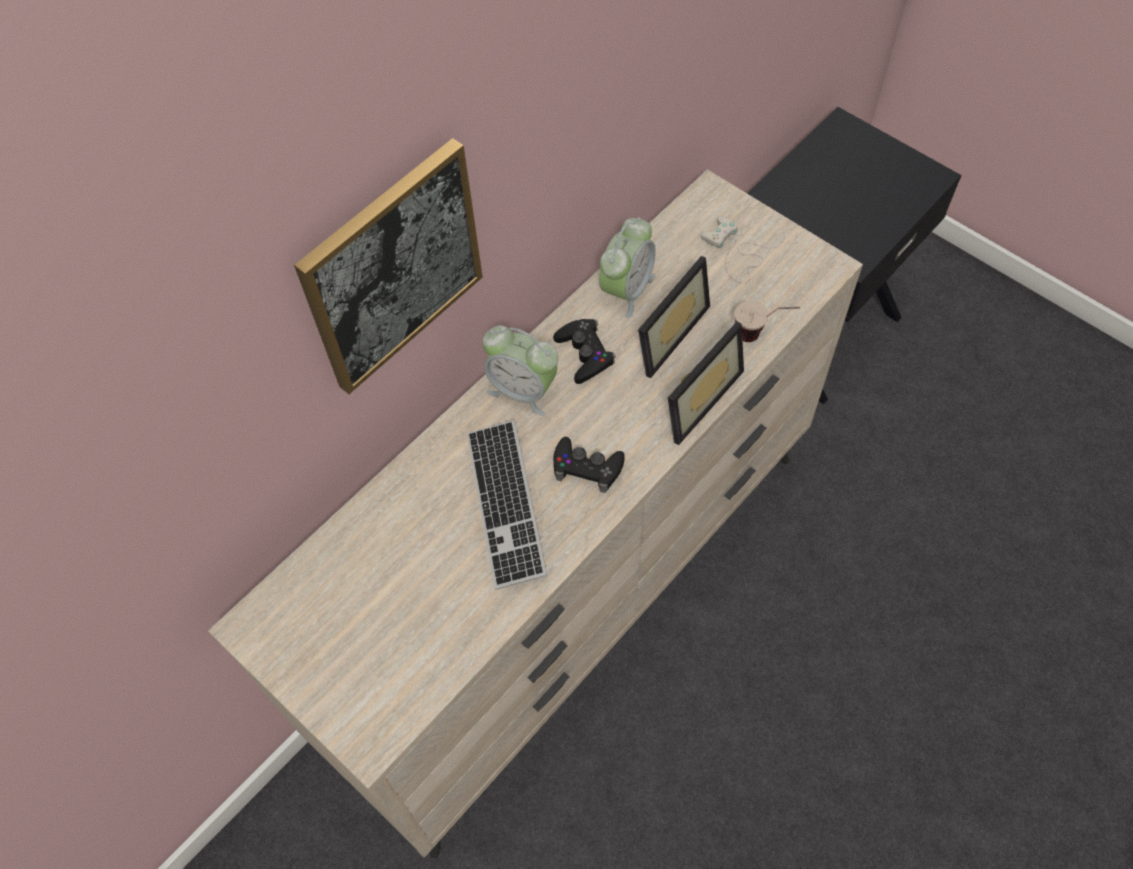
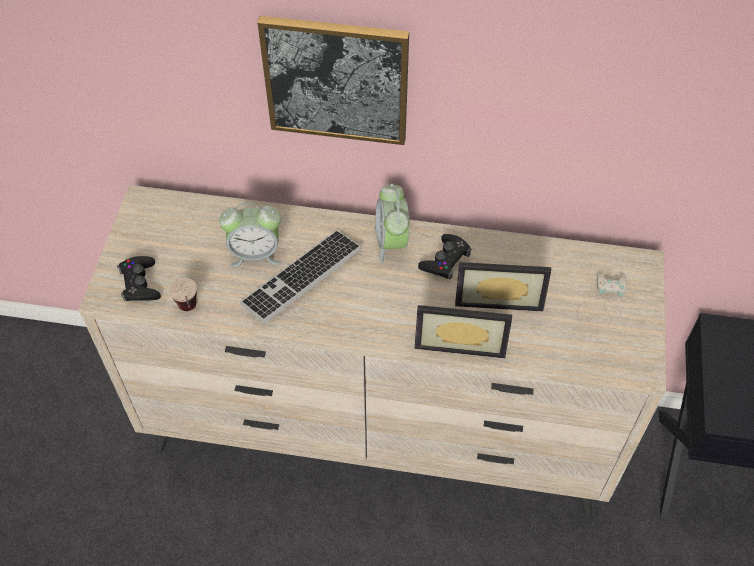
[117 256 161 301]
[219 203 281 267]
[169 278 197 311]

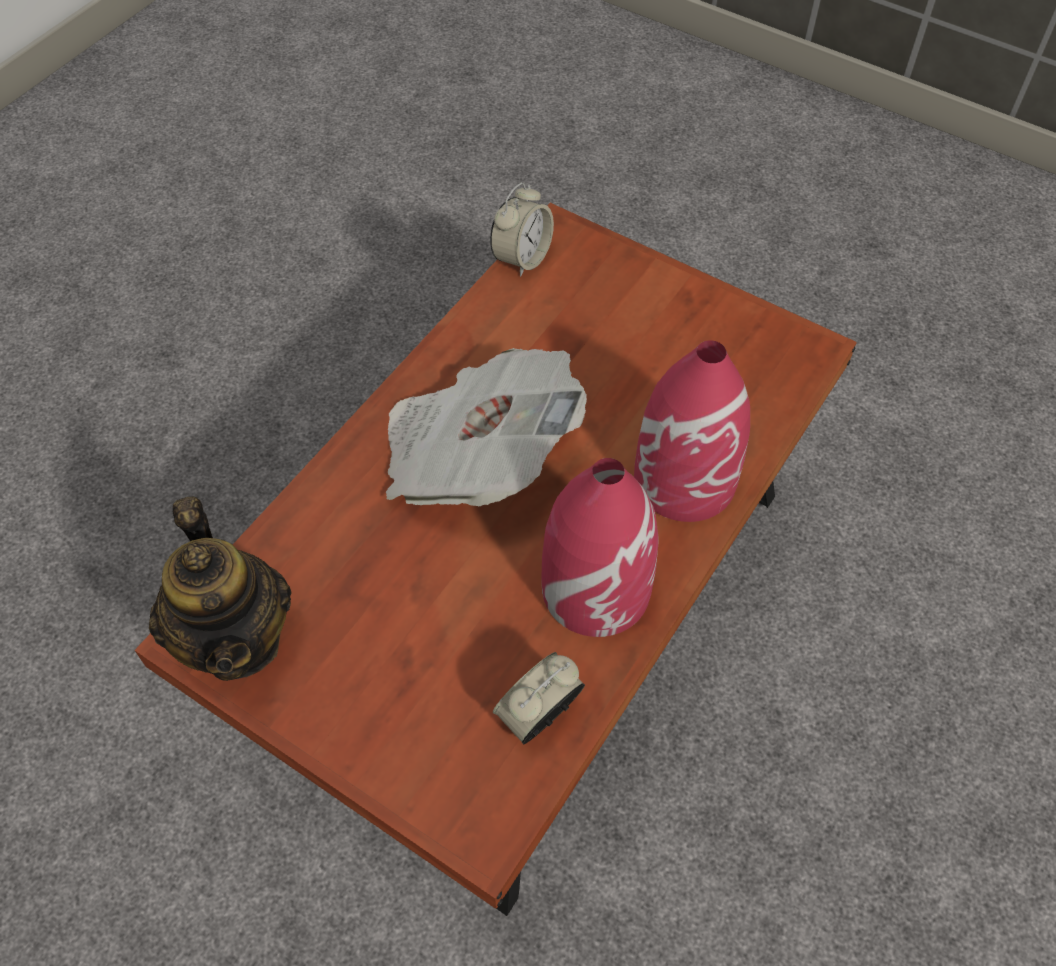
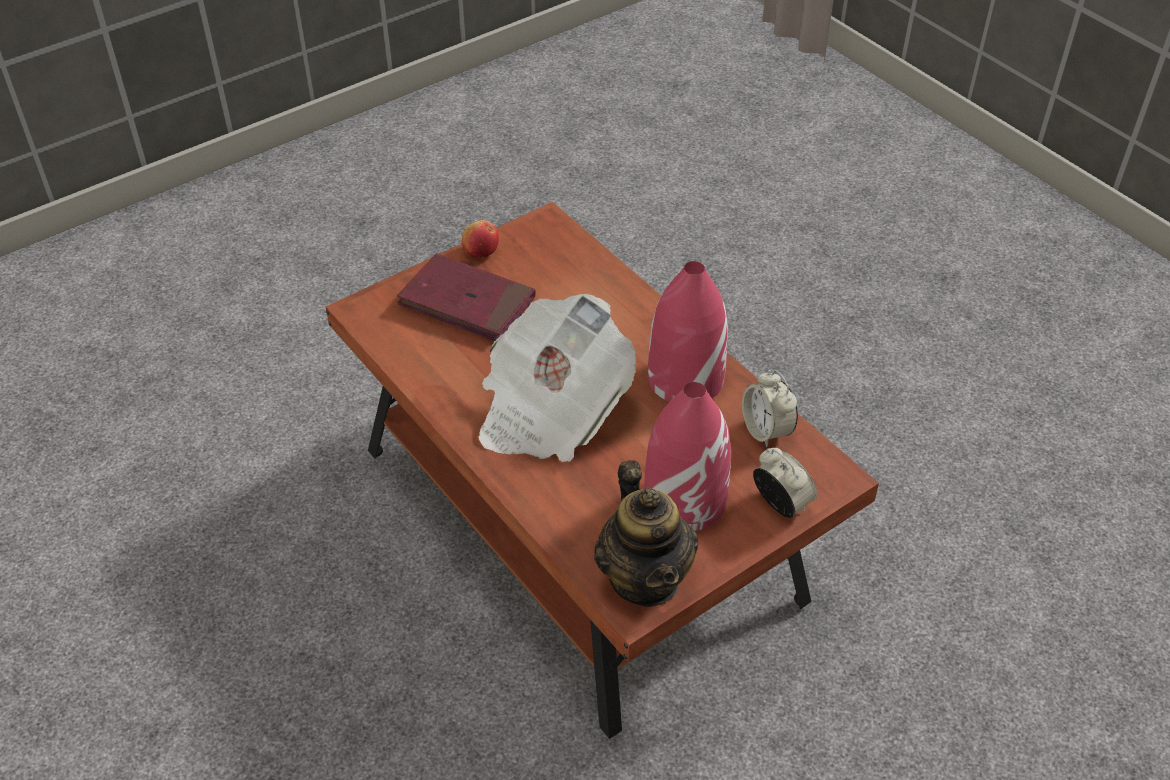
[594 460 698 607]
[753 448 817 518]
[644 382 731 531]
[397 253 535 341]
[462 220 499 258]

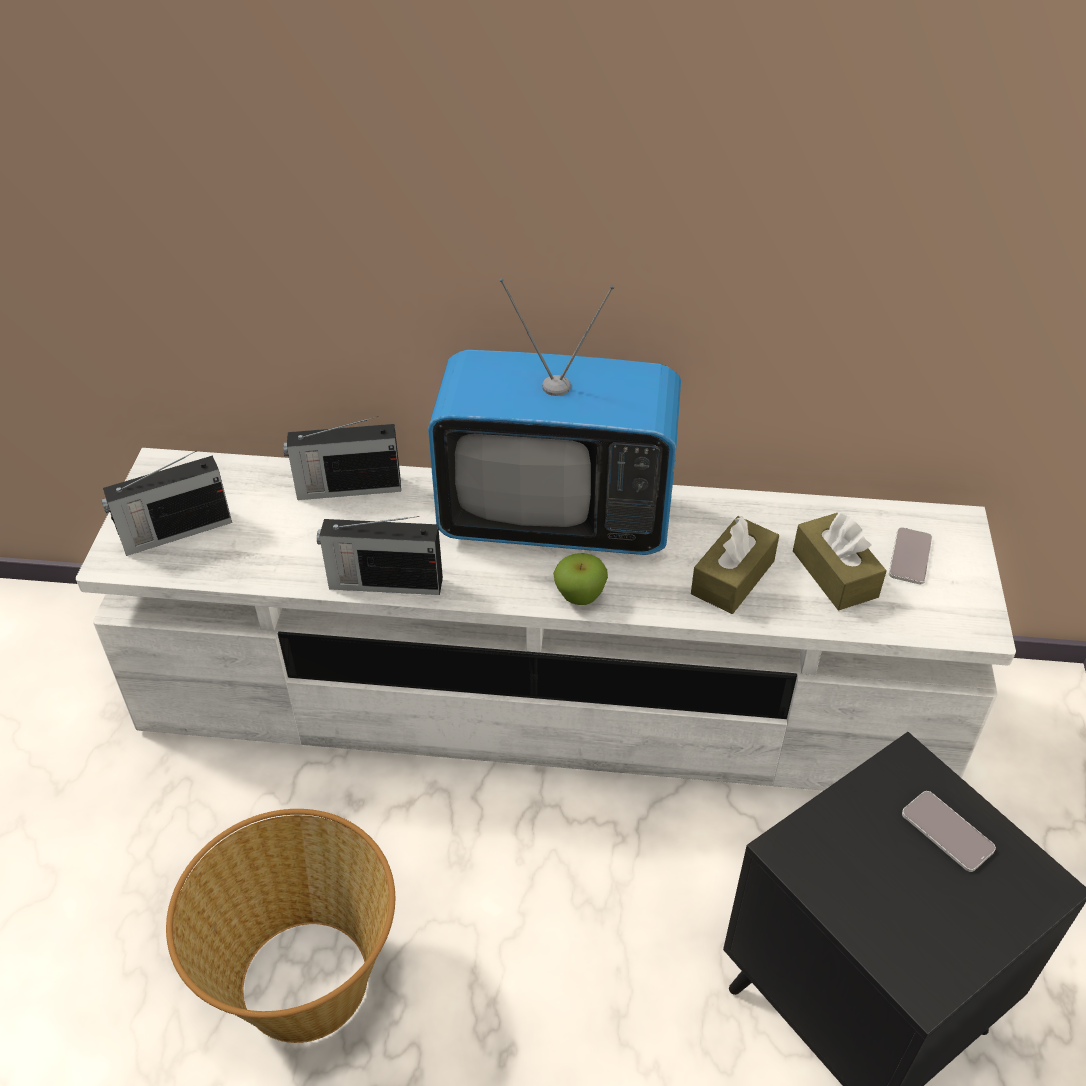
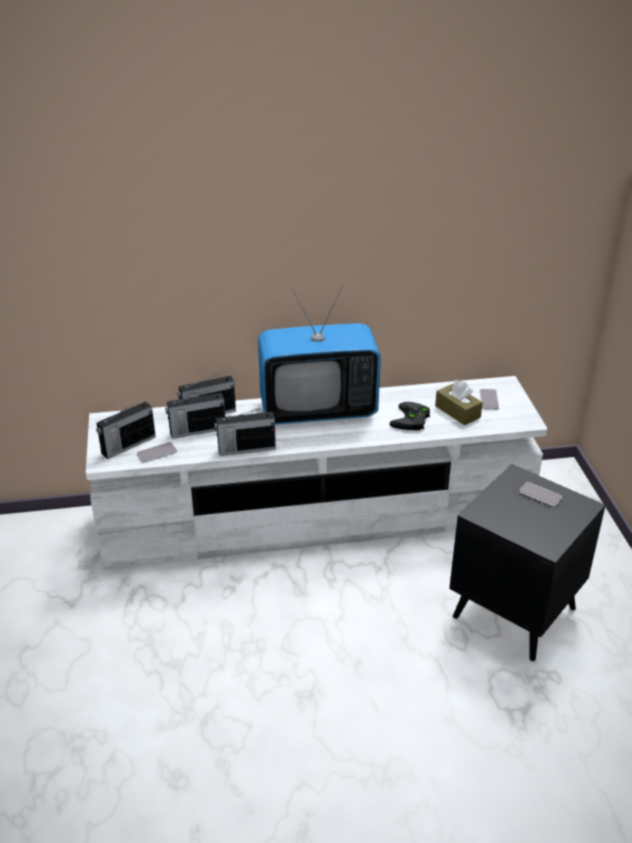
[166 809 395 1043] (first image)
[553 553 608 605] (first image)
[390 402 430 430]
[137 442 177 463]
[165 388 225 439]

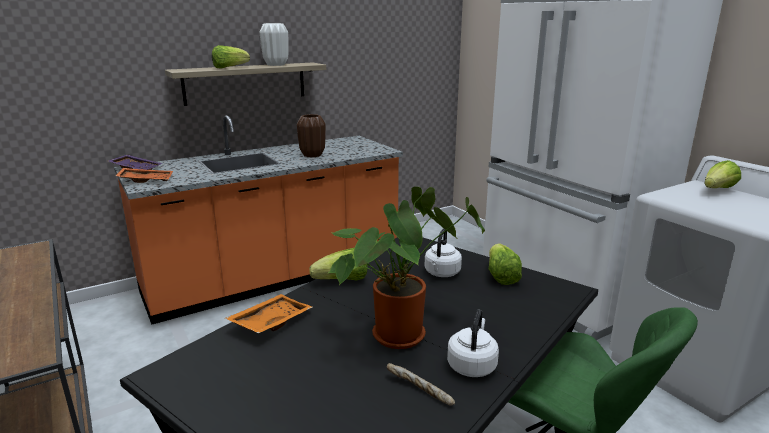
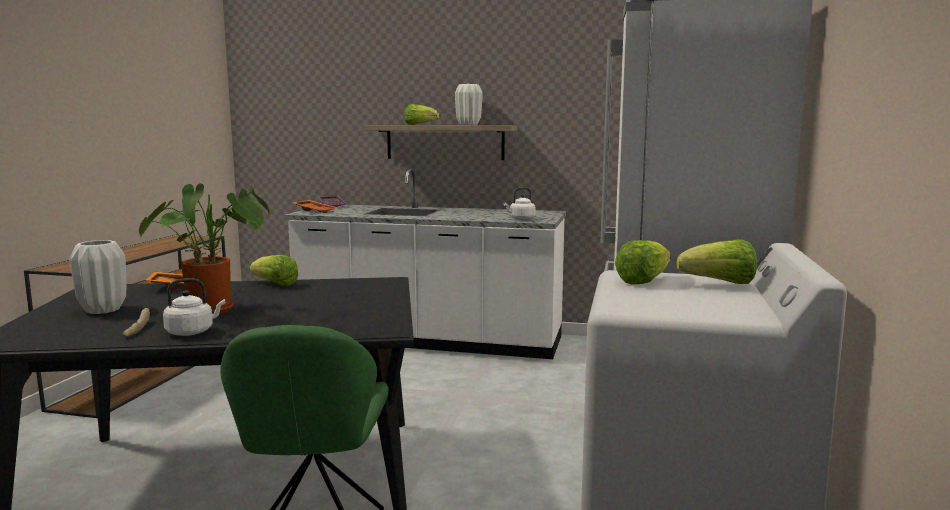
[284 169 566 359]
[297 114 326 158] (first image)
[504 187 535 220]
[615 240 670 285]
[69 240 126 314]

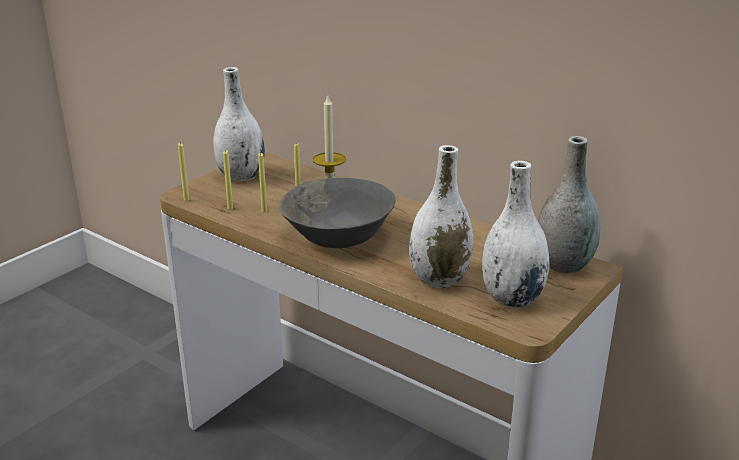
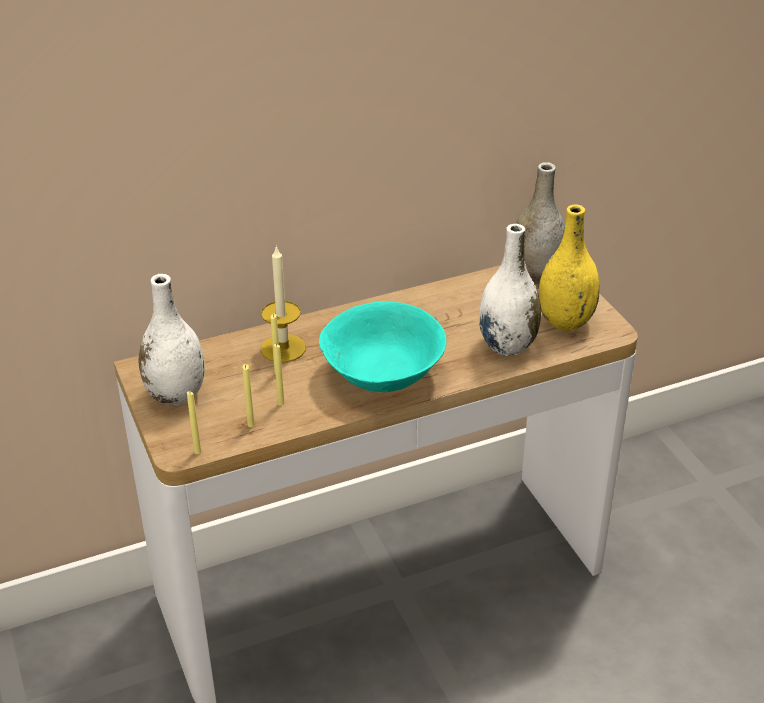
[319 302 446 392]
[539 204 600 331]

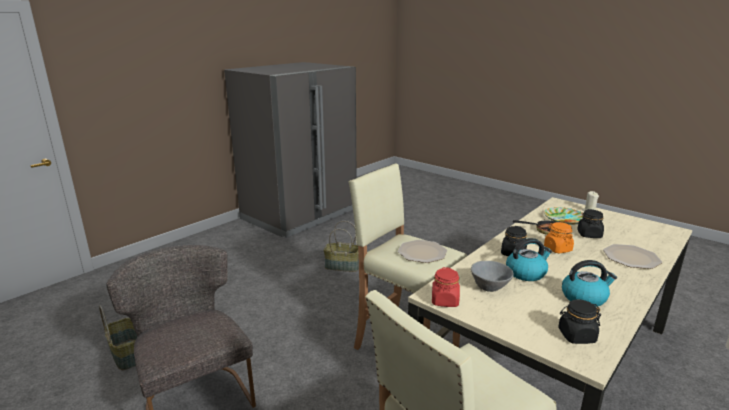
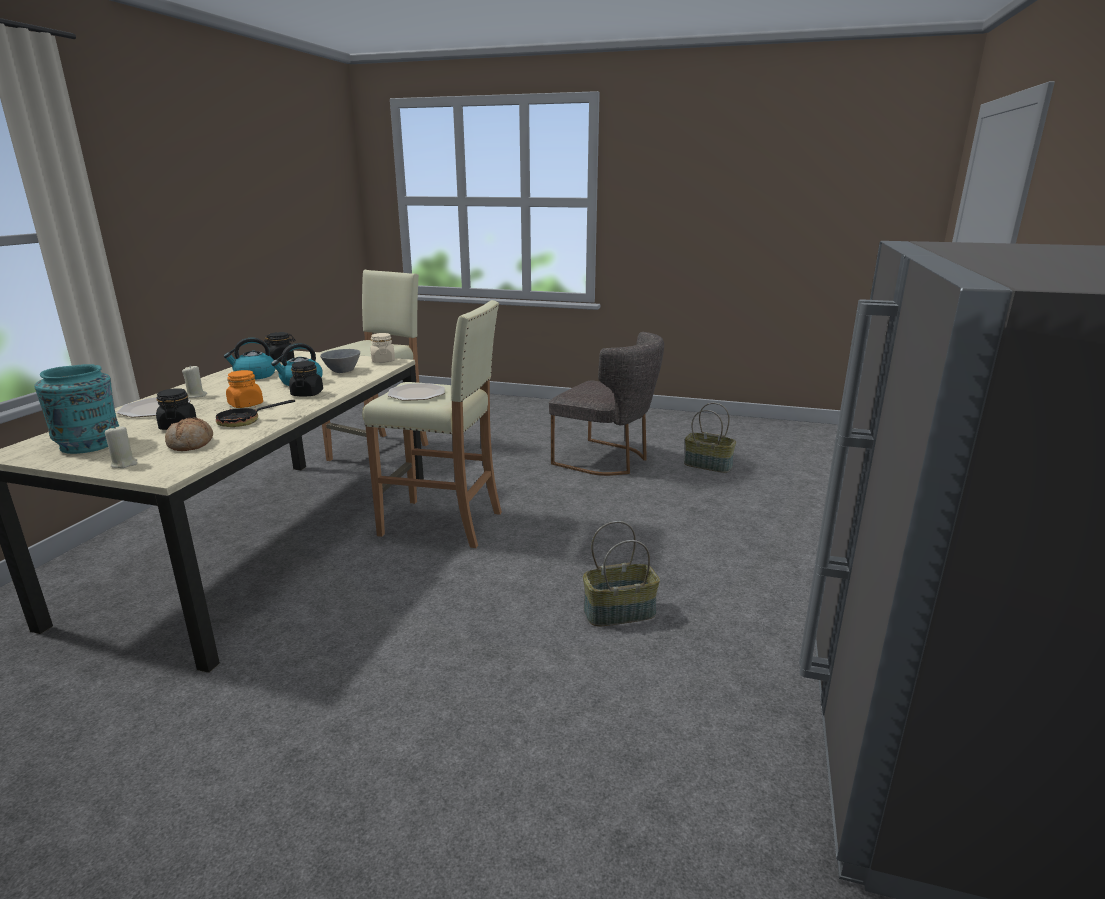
[370 333 395 363]
[165 418 213 451]
[34 364 119 454]
[182 366 207 398]

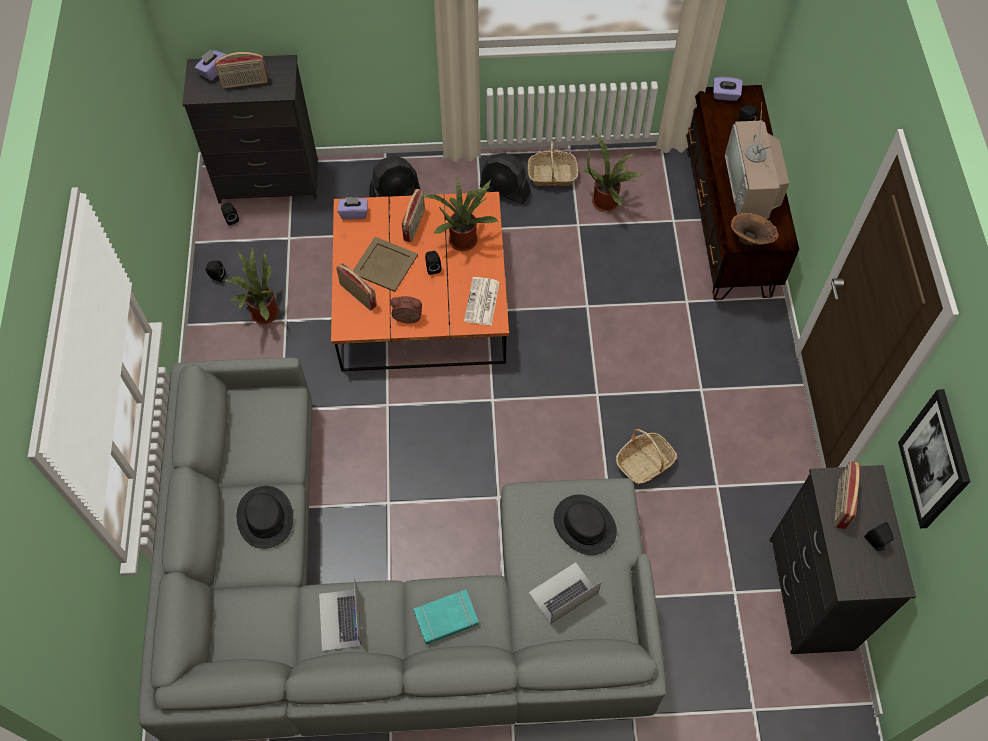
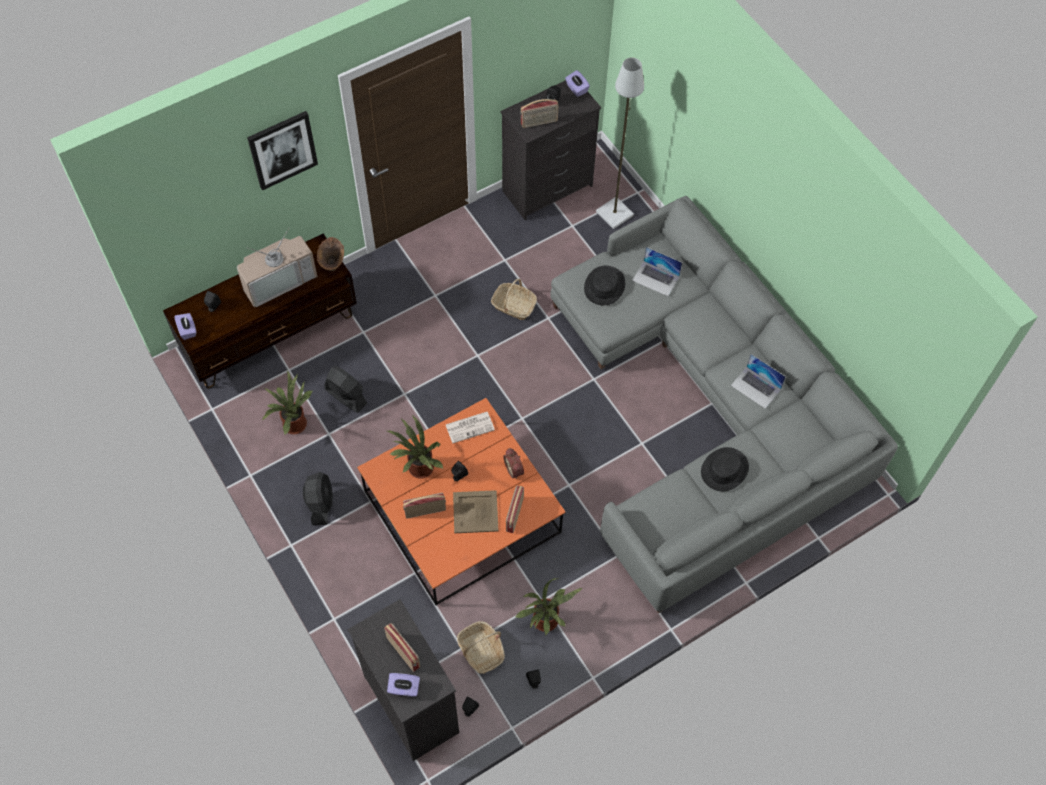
[731 354 786 409]
[565 70 590 97]
[325 366 367 413]
[414 589 478 644] (first image)
[457 621 505 674]
[247 111 318 191]
[596 58 644 229]

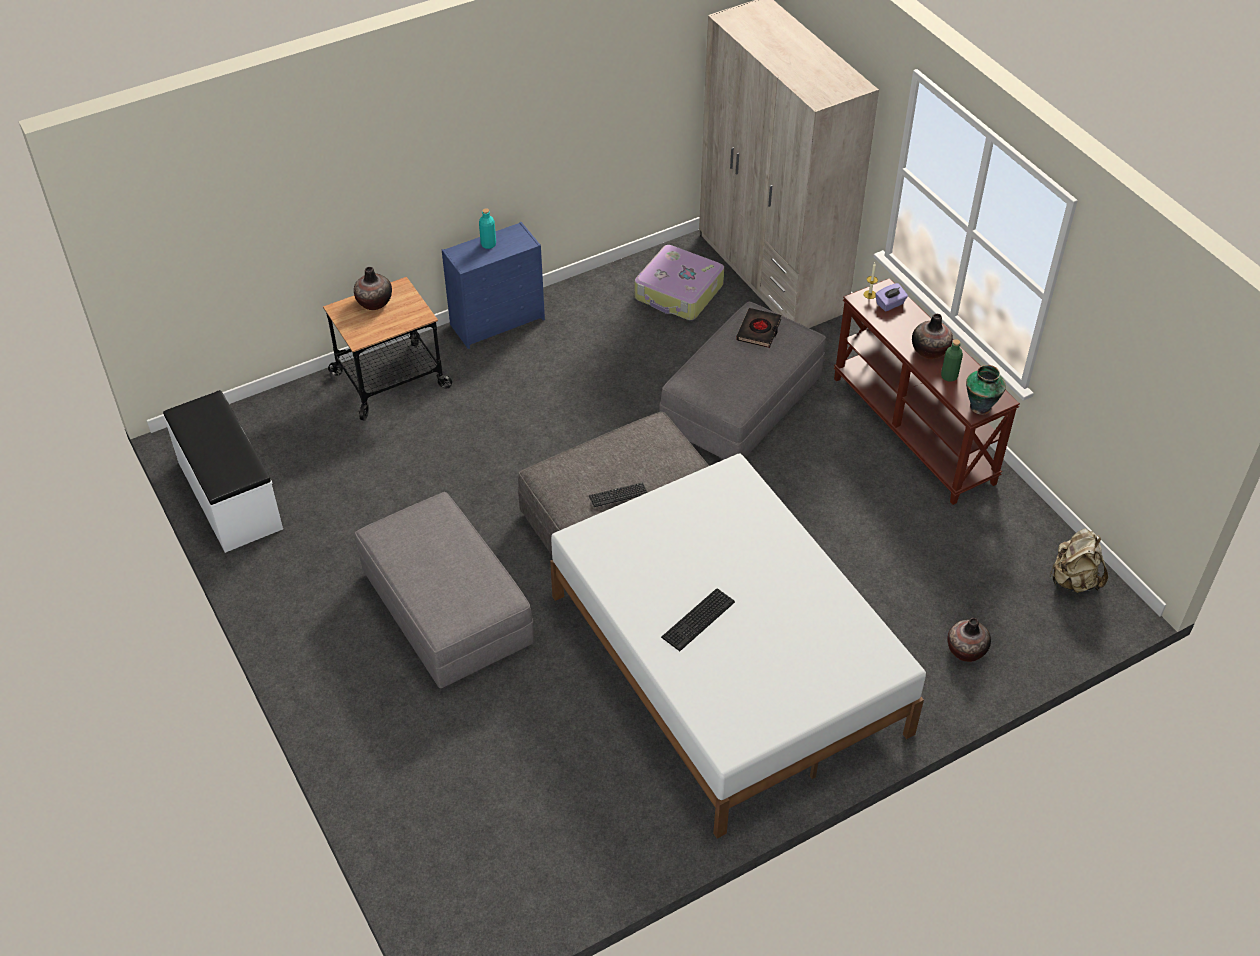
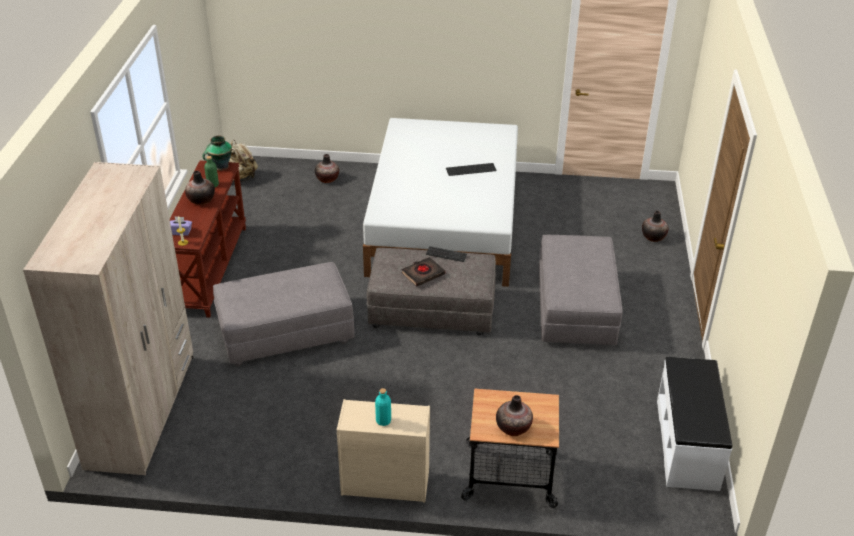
[337 399 430 503]
[635 245 724 320] (first image)
[401 257 445 287]
[642 211 668 242]

